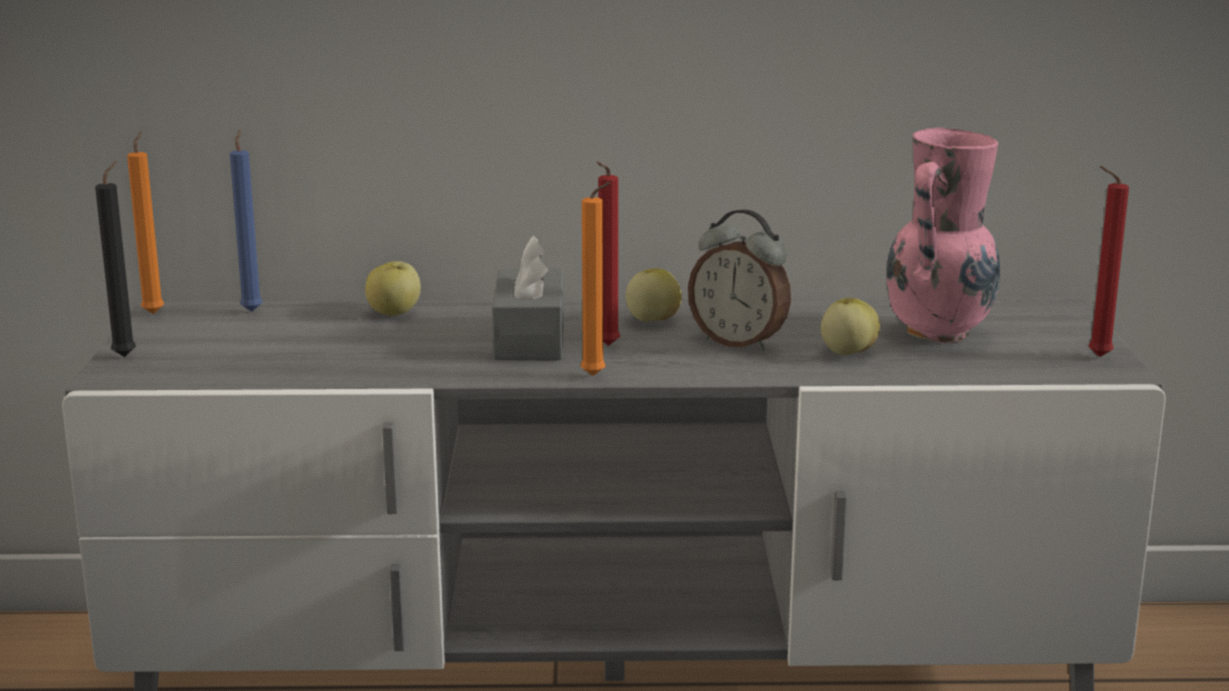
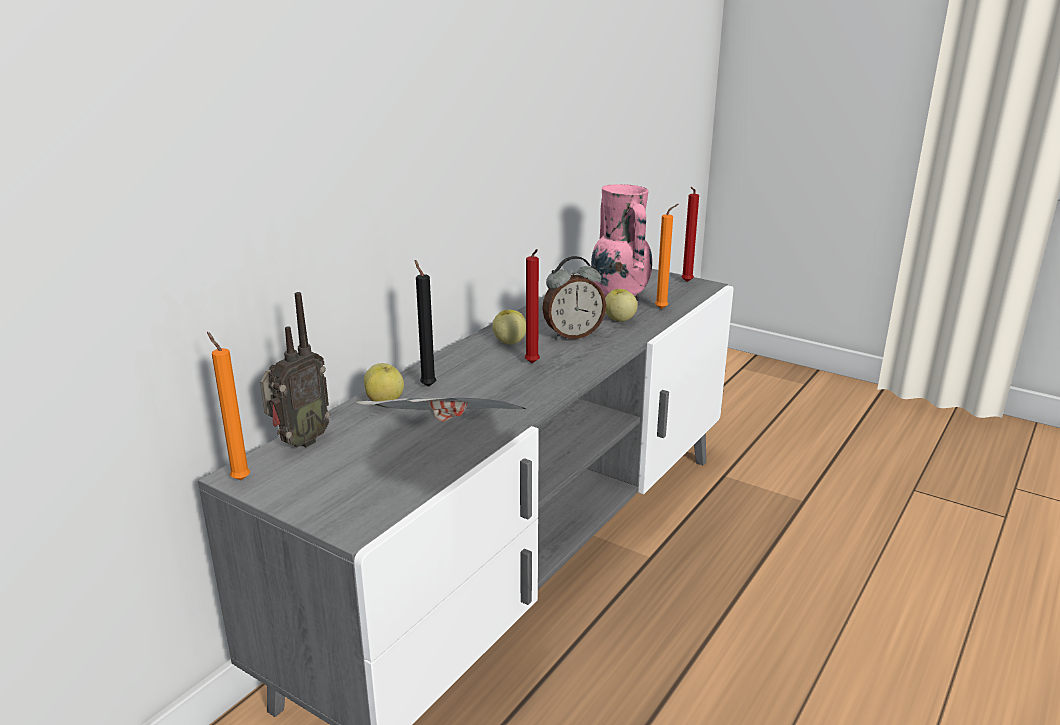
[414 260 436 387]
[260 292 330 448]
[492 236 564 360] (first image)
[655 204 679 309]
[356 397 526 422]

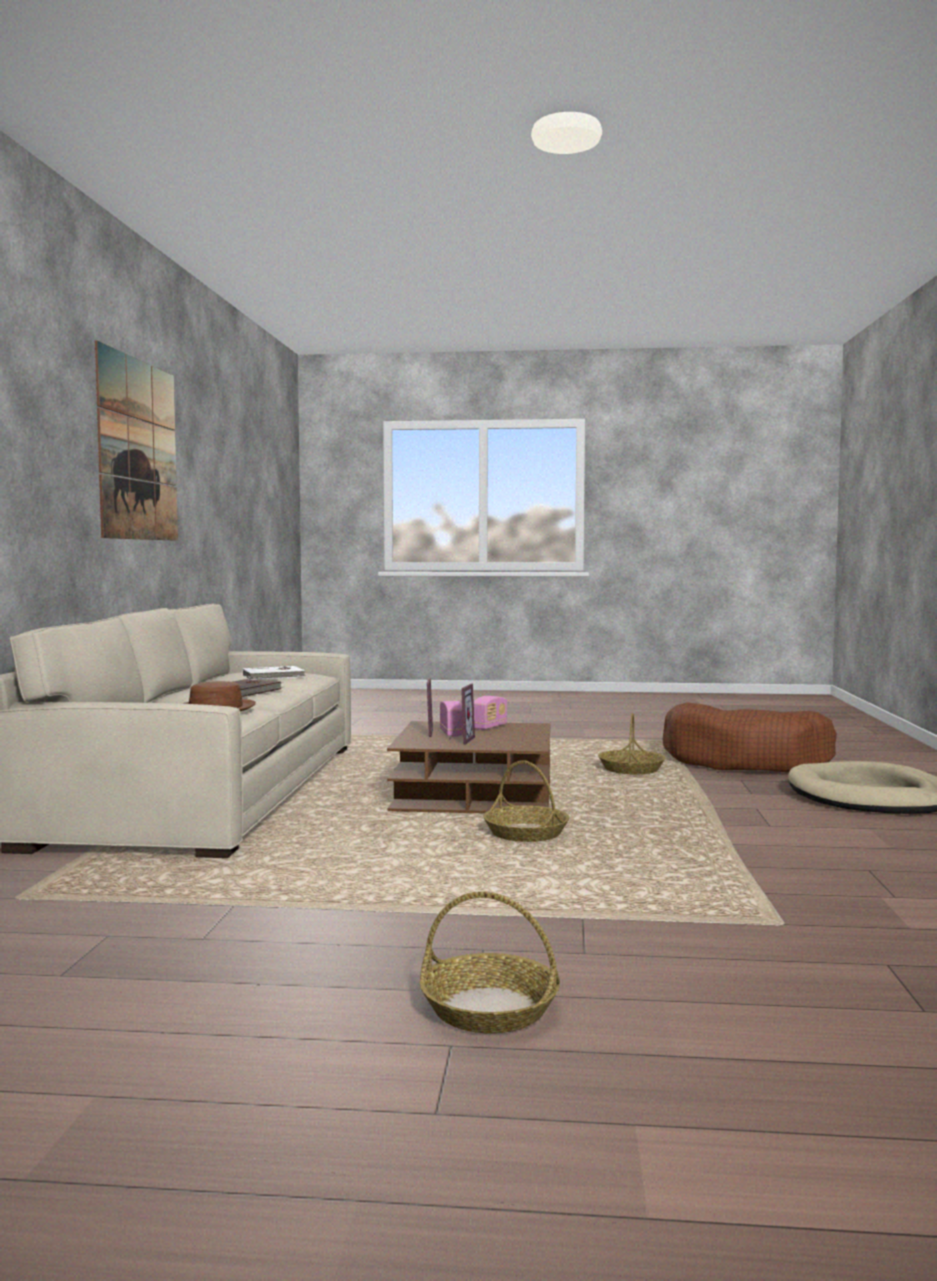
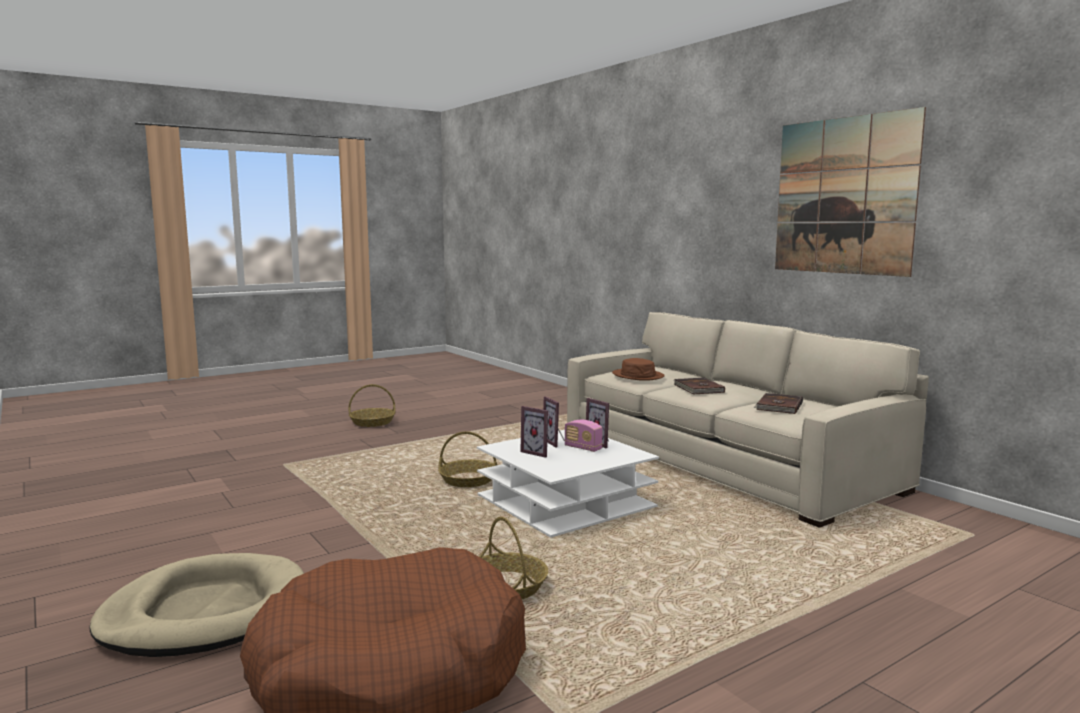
[753 393 803 414]
[477 430 659 538]
[474 696 507 730] (first image)
[520 406 548 458]

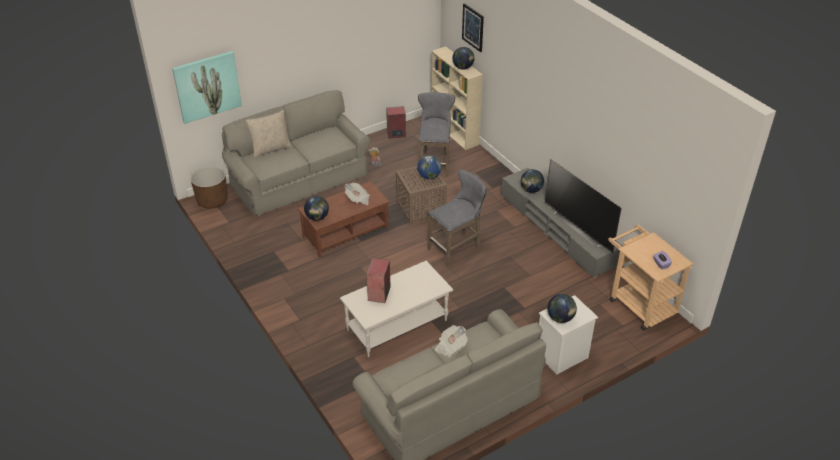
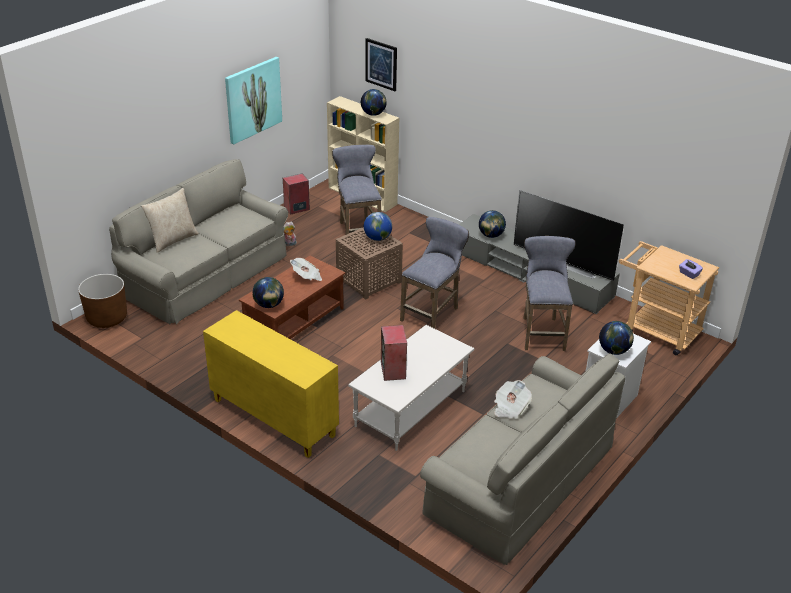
[225 57 282 145]
[203 310 339 458]
[523 236 576 351]

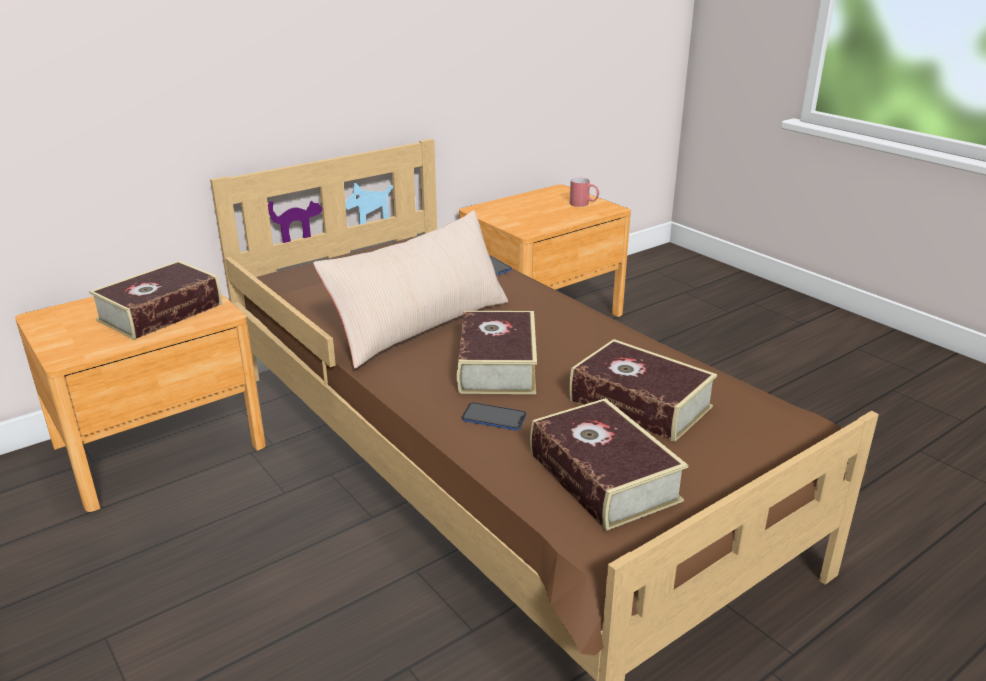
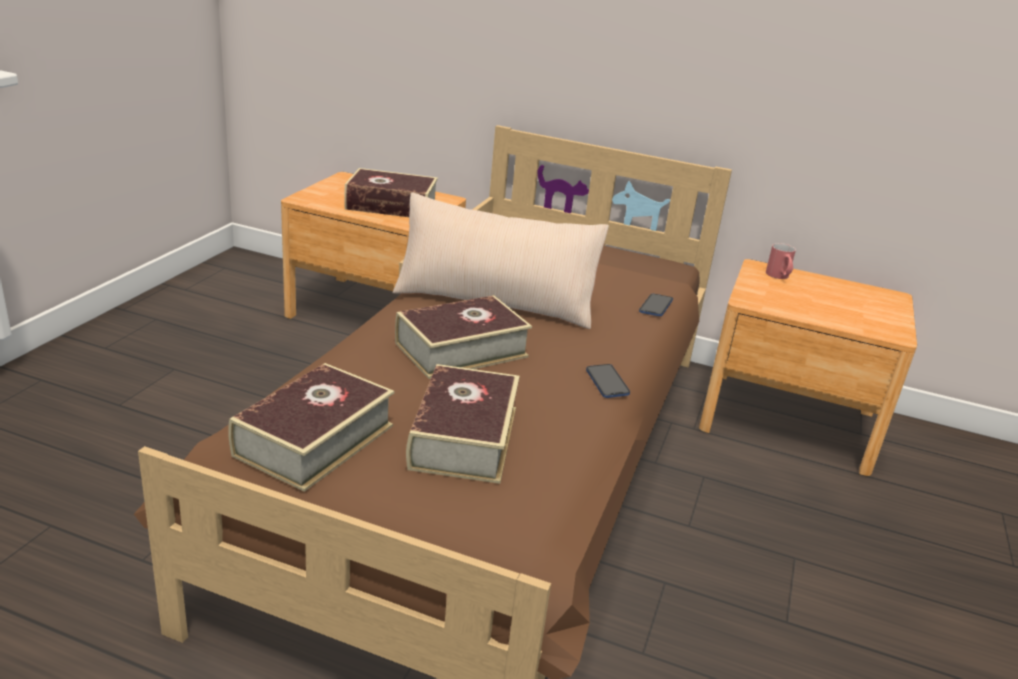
[586 364 630 398]
[766 243 796 279]

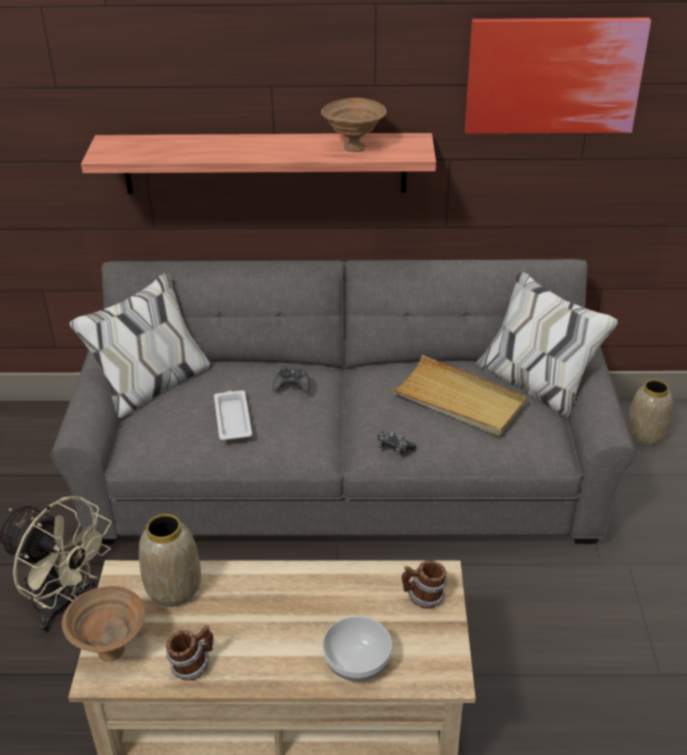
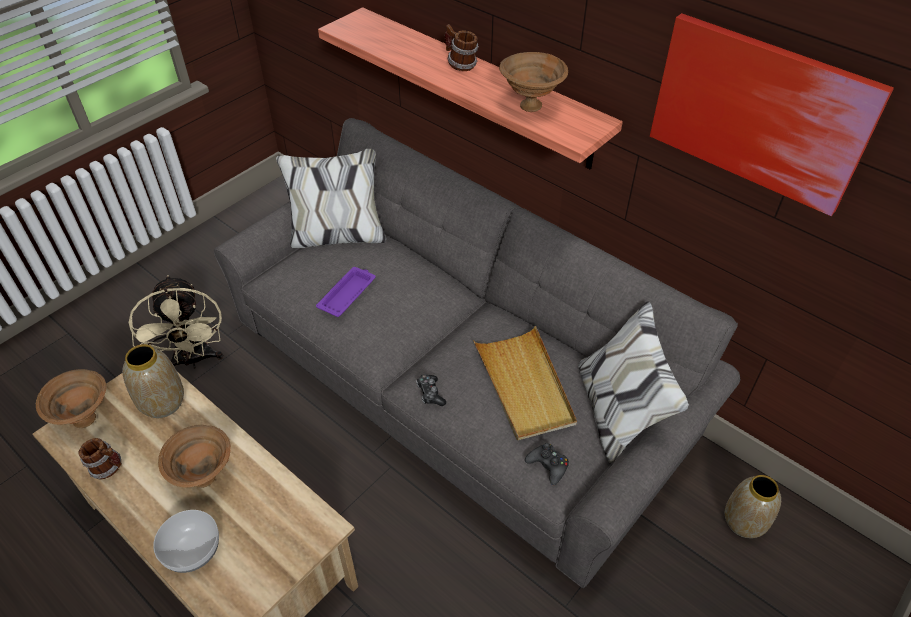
[316 267 375 317]
[525 443 569 485]
[445 24 479 71]
[158 425 231 488]

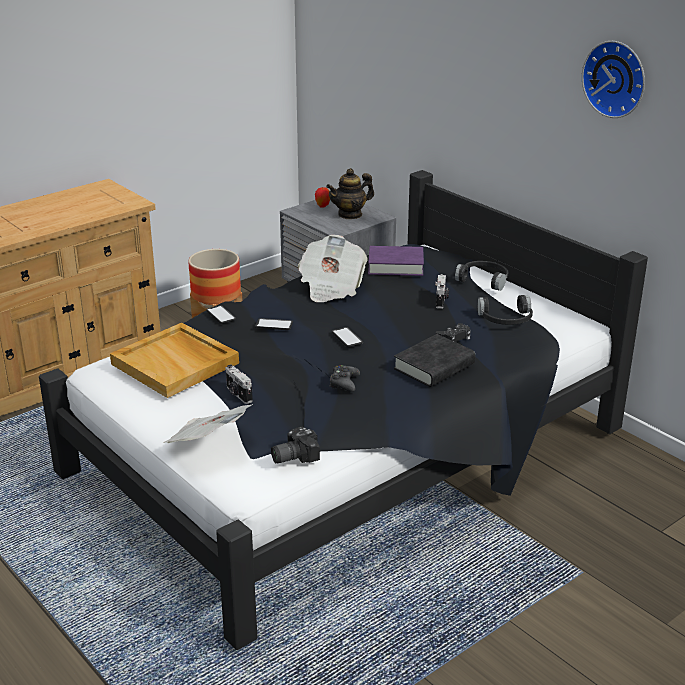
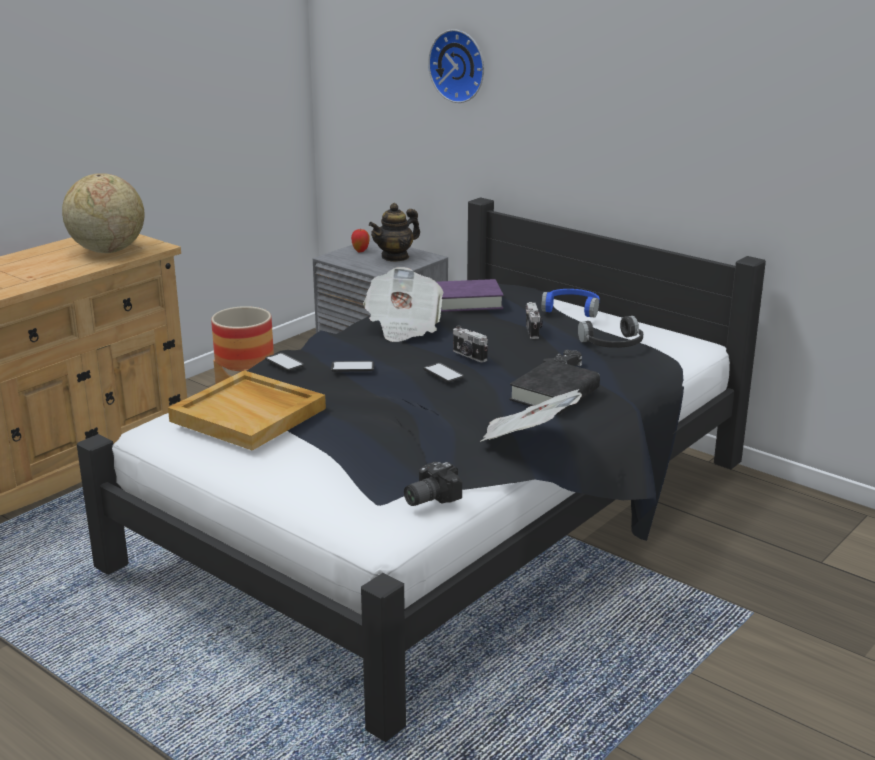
[480 389 582 442]
[453 326 488 363]
[329 365 360 392] (first image)
[541 289 600 318]
[428 29 484 103]
[62 173 145 253]

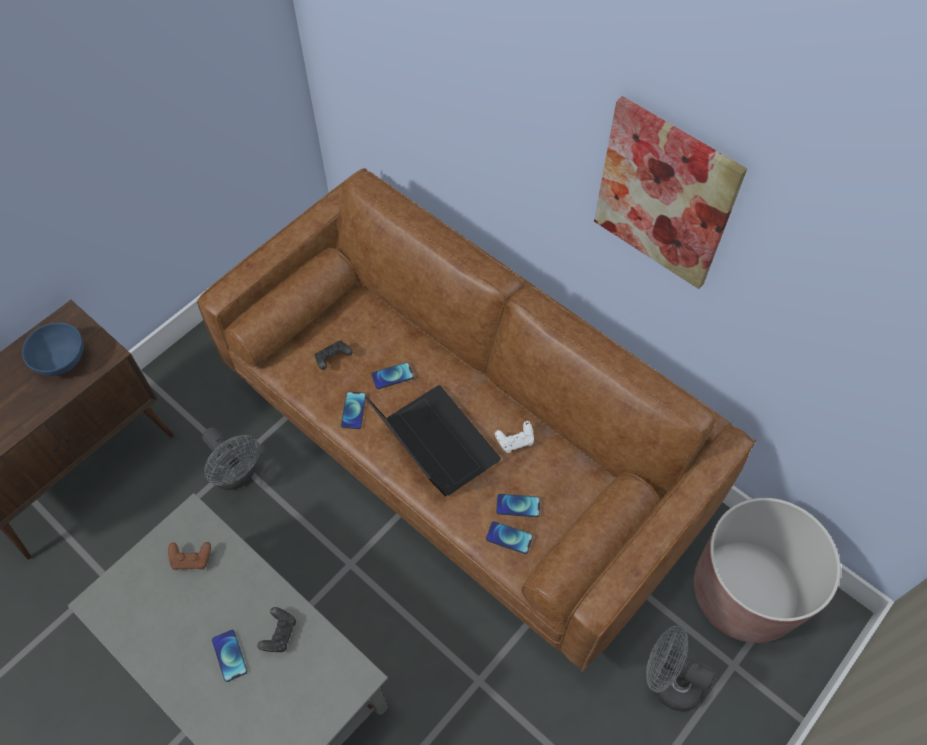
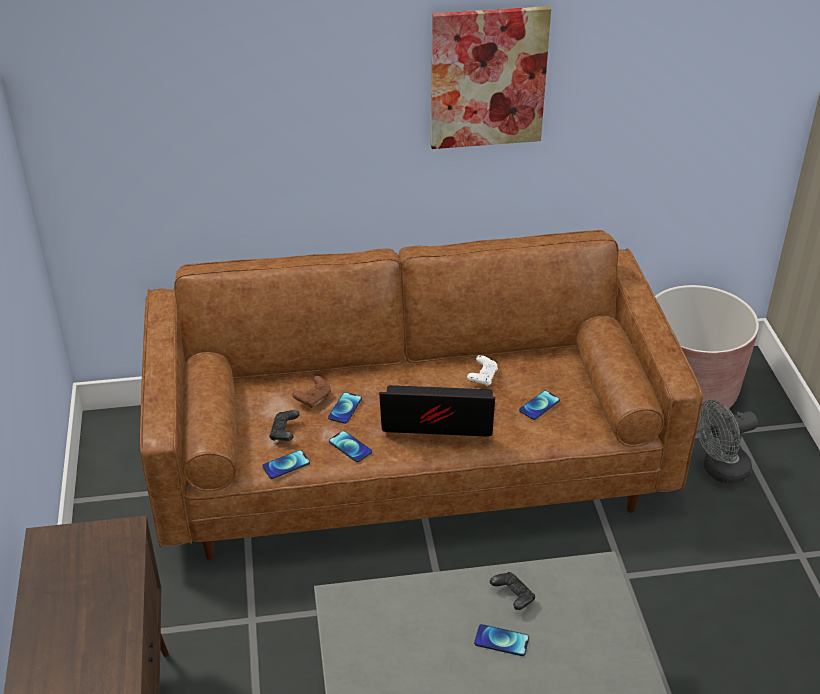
[22 322 84 376] (first image)
[292 376 331 408]
[202 427 260 490] (first image)
[262 450 310 479]

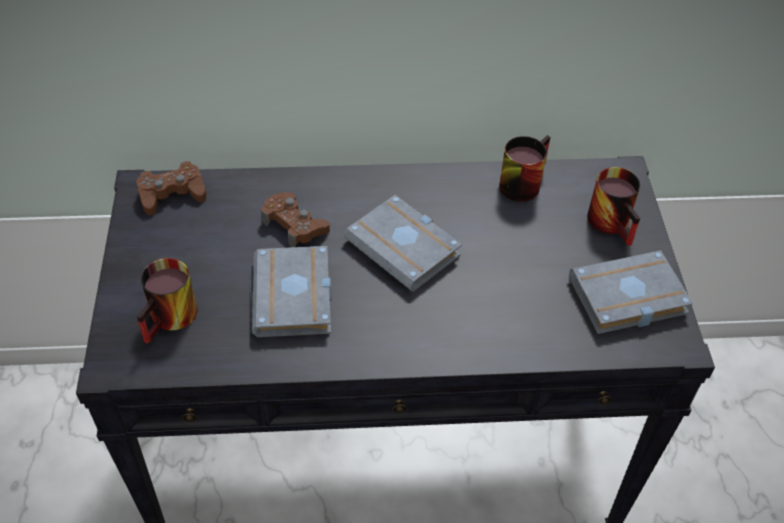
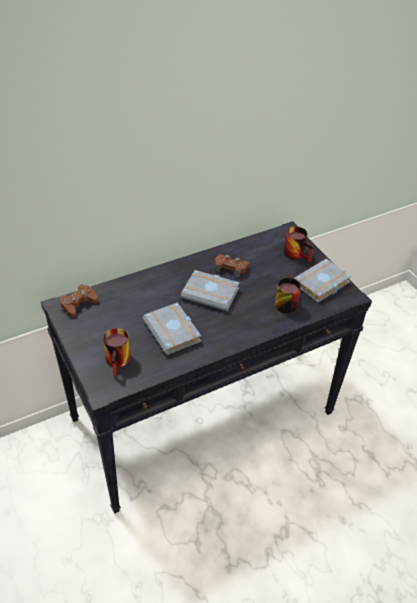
[215 254 249 278]
[275 274 301 314]

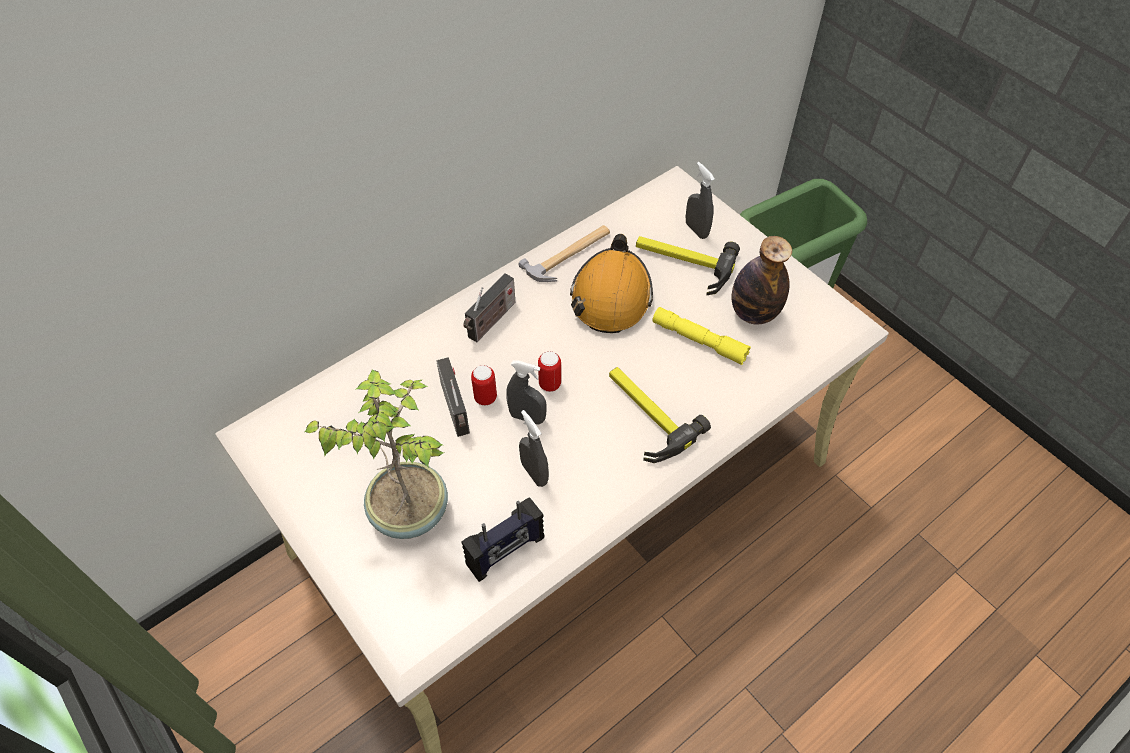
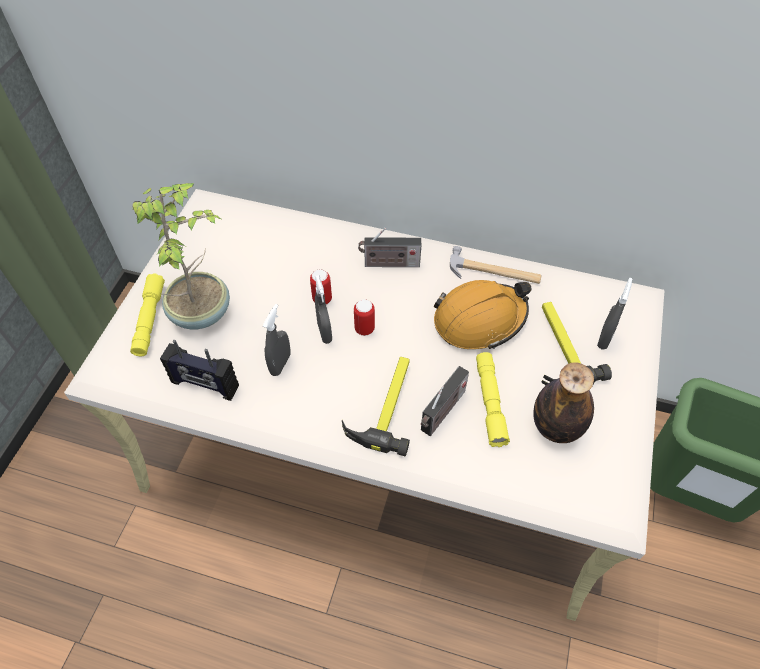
[421 366 469 436]
[130 273 165 356]

